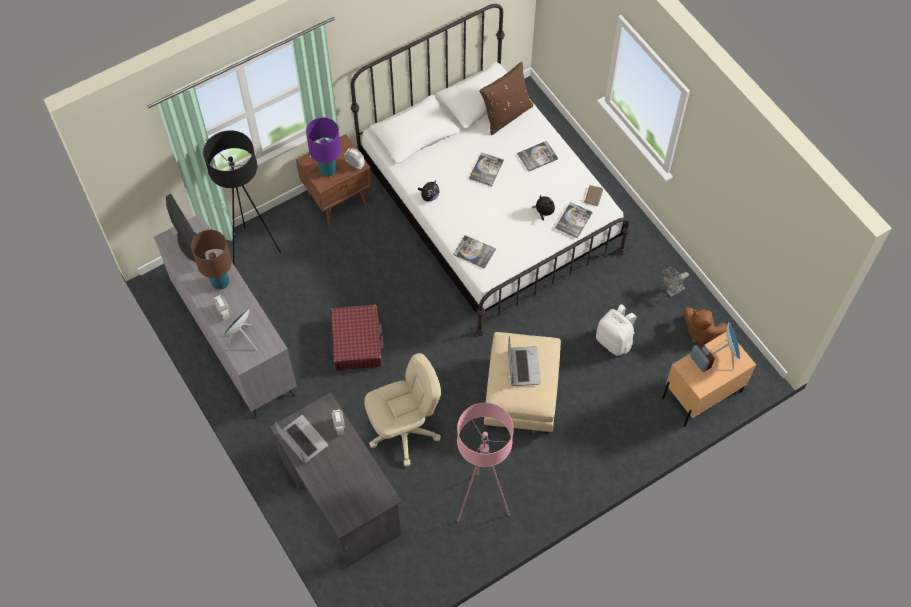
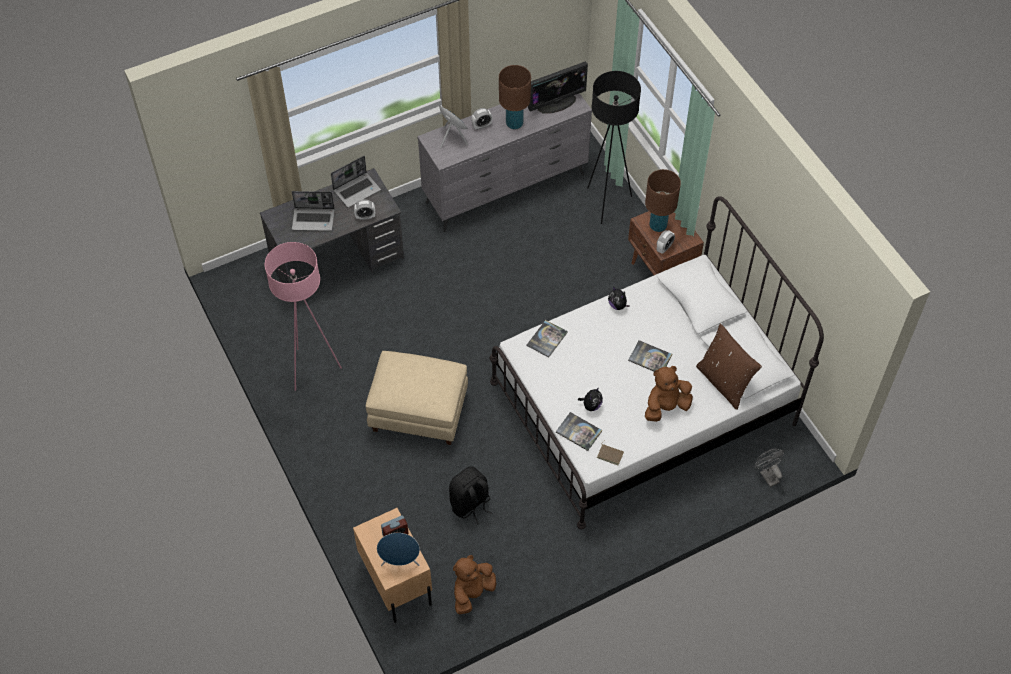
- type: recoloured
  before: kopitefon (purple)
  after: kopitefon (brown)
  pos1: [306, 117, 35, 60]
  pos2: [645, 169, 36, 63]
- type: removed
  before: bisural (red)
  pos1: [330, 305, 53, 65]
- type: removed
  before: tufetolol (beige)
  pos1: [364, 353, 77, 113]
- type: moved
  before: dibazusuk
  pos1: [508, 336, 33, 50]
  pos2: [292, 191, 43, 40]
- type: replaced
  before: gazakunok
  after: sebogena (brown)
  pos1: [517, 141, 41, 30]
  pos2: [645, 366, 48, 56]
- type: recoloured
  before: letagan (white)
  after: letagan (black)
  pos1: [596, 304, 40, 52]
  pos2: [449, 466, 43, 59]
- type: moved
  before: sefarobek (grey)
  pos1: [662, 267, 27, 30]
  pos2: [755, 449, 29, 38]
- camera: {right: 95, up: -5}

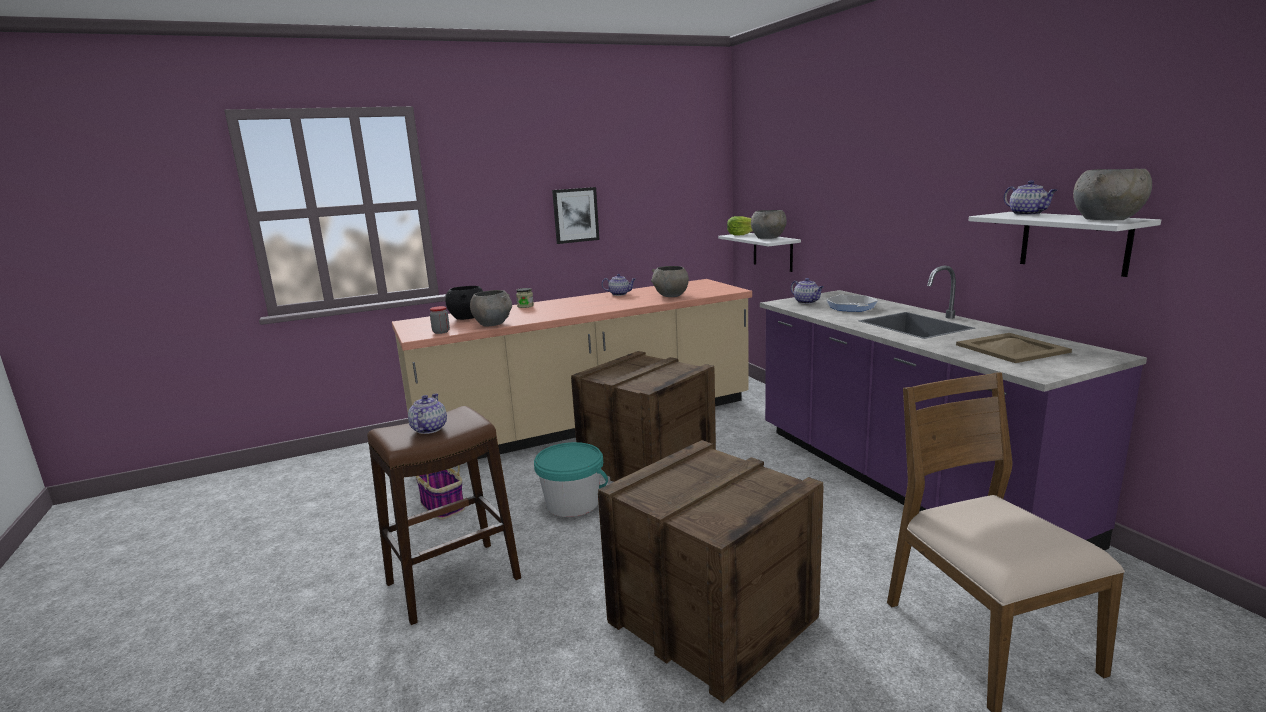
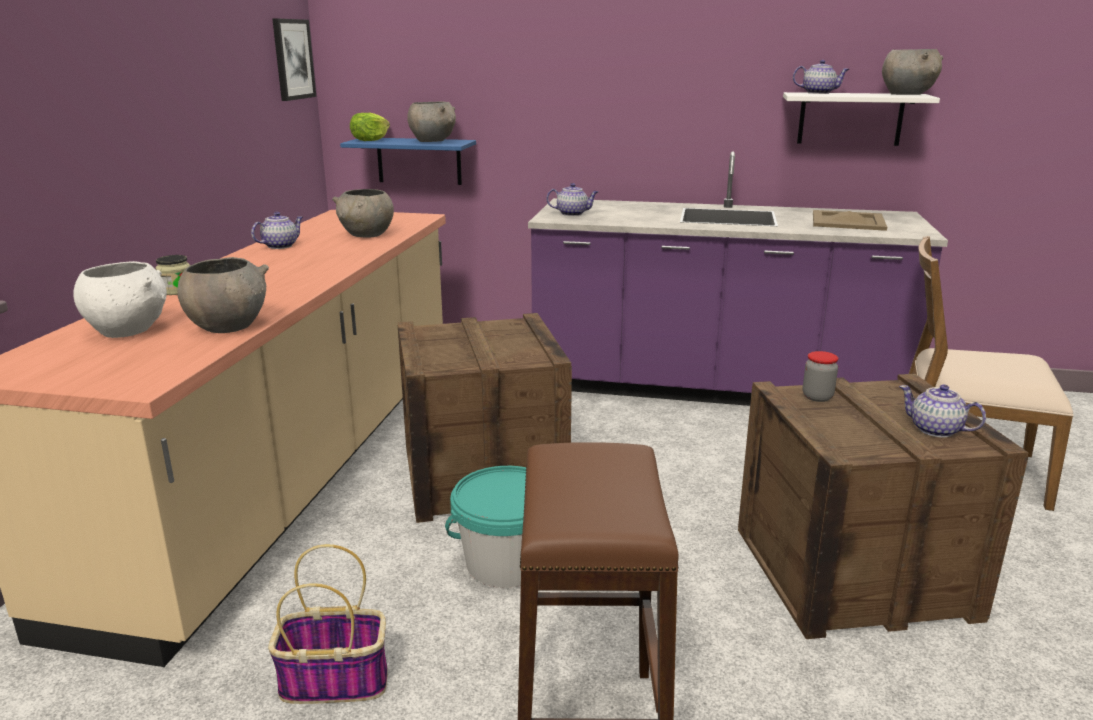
- type: moved
  before: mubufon
  pos1: [408, 393, 39, 41]
  pos2: [899, 384, 87, 54]
- type: moved
  before: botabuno
  pos1: [430, 306, 20, 28]
  pos2: [803, 351, 35, 51]
- type: recoloured
  before: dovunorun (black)
  after: dovunorun (white)
  pos1: [445, 286, 38, 34]
  pos2: [73, 261, 94, 77]
- type: moved
  before: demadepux
  pos1: [552, 187, 48, 57]
  pos2: [272, 18, 44, 83]
- type: recoloured
  before: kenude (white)
  after: kenude (blue)
  pos1: [718, 233, 83, 39]
  pos2: [340, 138, 136, 47]
- type: removed
  before: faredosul
  pos1: [826, 295, 52, 17]
- camera: {right: -55, up: 5}

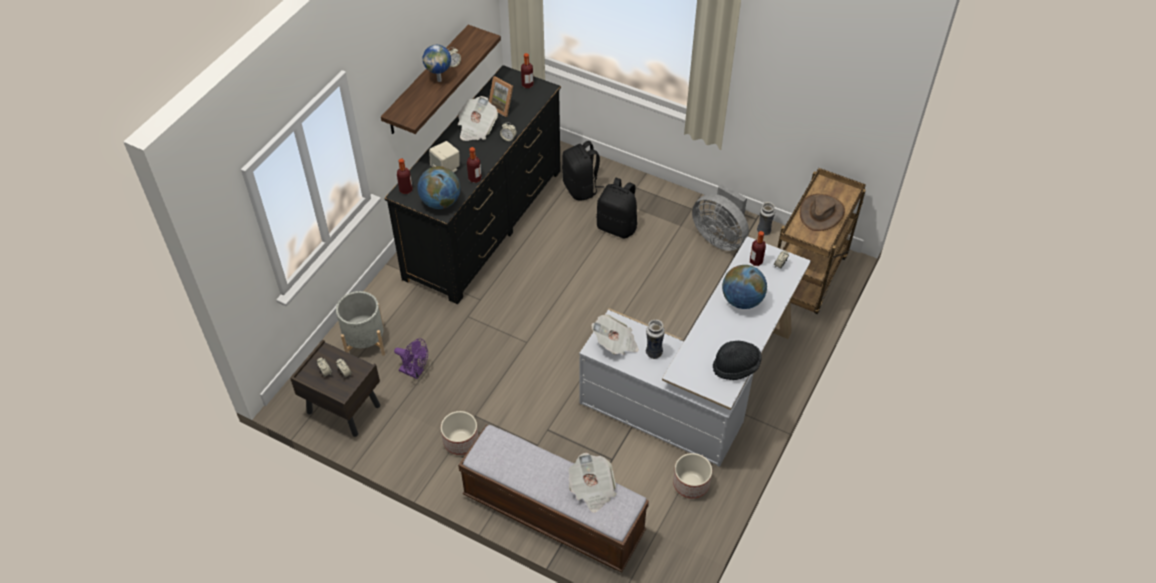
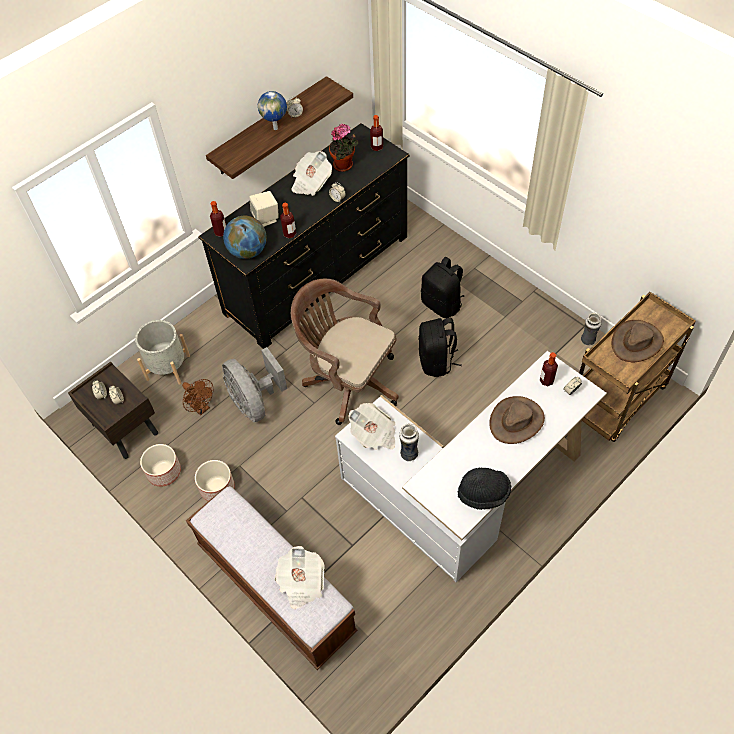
- type: recoloured
  before: sefarobek (purple)
  after: sefarobek (brown)
  pos1: [394, 338, 34, 41]
  pos2: [182, 379, 32, 37]
- type: replaced
  before: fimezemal
  after: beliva
  pos1: [489, 76, 24, 41]
  pos2: [329, 124, 29, 48]
- type: moved
  before: letagan (black)
  pos1: [562, 141, 43, 60]
  pos2: [418, 318, 44, 59]
- type: moved
  before: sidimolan
  pos1: [673, 453, 39, 46]
  pos2: [140, 444, 41, 42]
- type: moved
  before: sefarobek (grey)
  pos1: [692, 184, 57, 67]
  pos2: [222, 347, 65, 75]
- type: replaced
  before: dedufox
  after: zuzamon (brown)
  pos1: [722, 265, 45, 44]
  pos2: [489, 396, 56, 48]
- type: added
  after: tufetolol (brown)
  pos2: [291, 279, 108, 146]
- camera: {right: 20, up: 5}

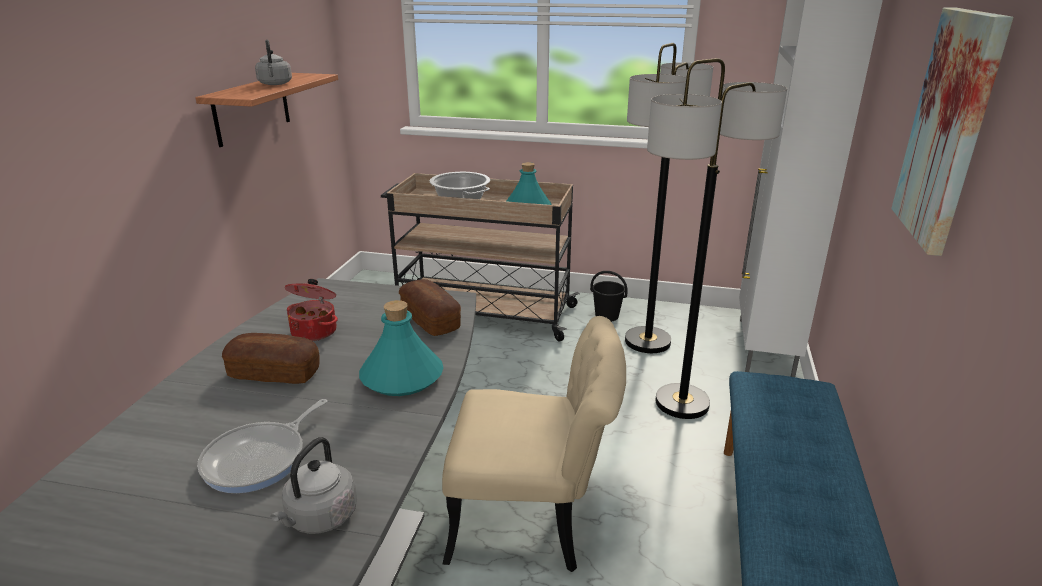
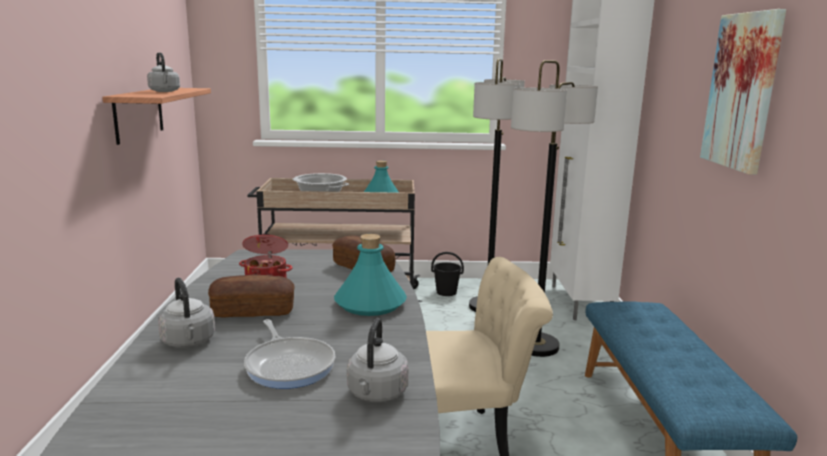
- type: turned
  before: faredosul
  pos1: [197, 399, 130, 94]
  pos2: [244, 319, 92, 70]
  turn: -45
- type: added
  after: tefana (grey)
  pos2: [158, 278, 57, 70]
- camera: {right: -15, up: -10}

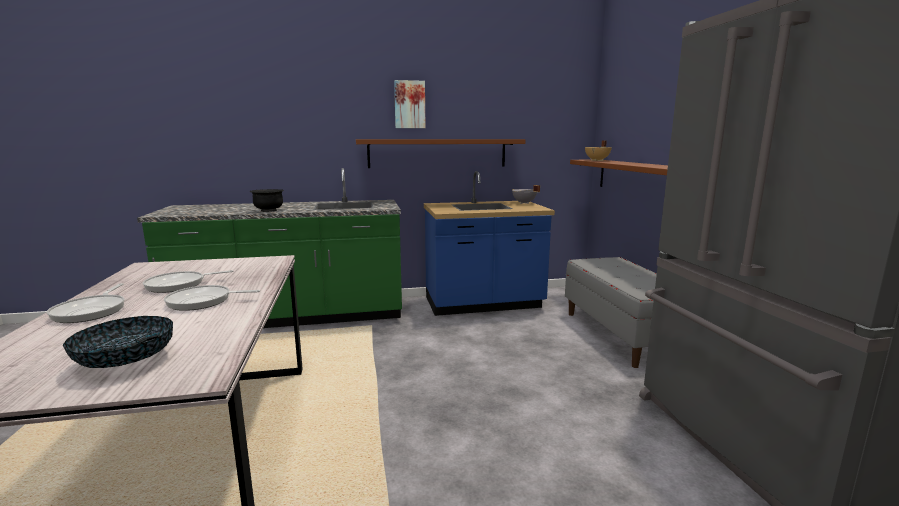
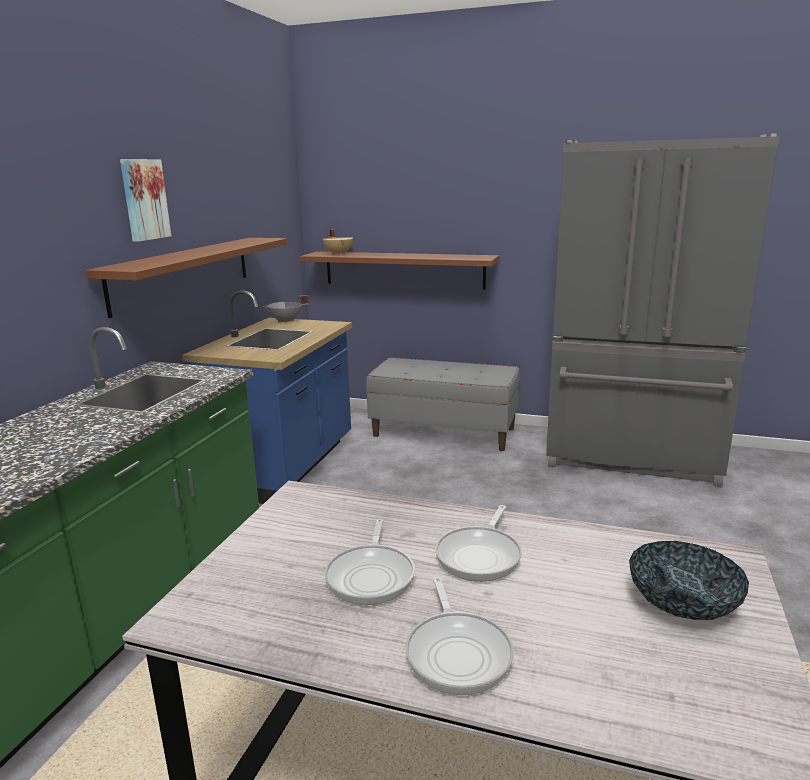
- type: turned
  before: faredosul
  pos1: [46, 283, 79, 40]
  pos2: [406, 577, 108, 118]
  turn: 60
- type: removed
  before: dovunorun (black)
  pos1: [250, 189, 34, 23]
- camera: {right: -60, up: 5}

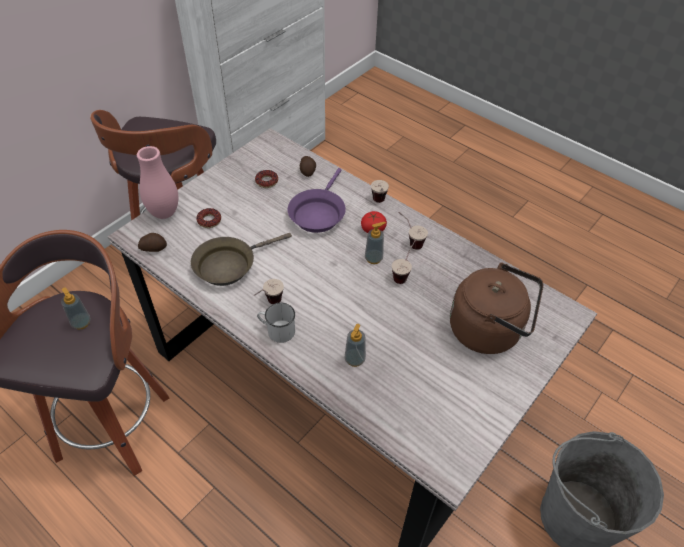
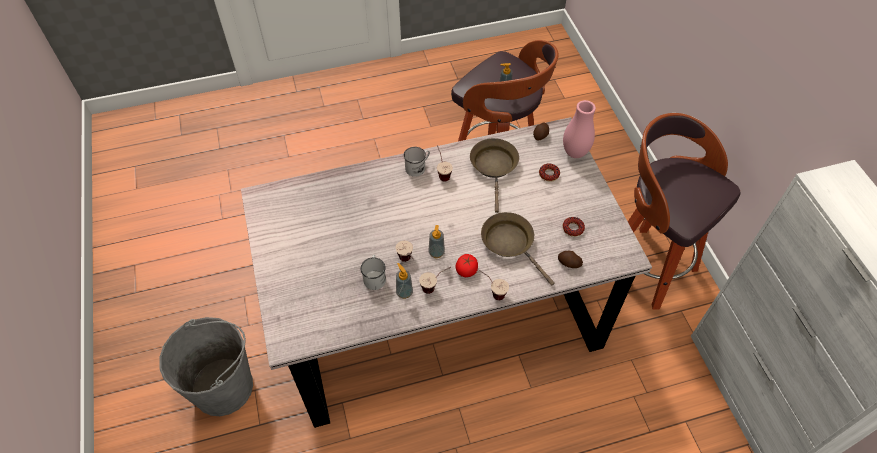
- type: recoloured
  before: faredosul (purple)
  after: faredosul (brown)
  pos1: [288, 168, 58, 65]
  pos2: [481, 212, 74, 74]
- type: moved
  before: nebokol
  pos1: [344, 324, 22, 43]
  pos2: [396, 263, 17, 36]
- type: removed
  before: tefana (brown)
  pos1: [450, 262, 93, 92]
- type: added
  after: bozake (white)
  pos2: [360, 255, 26, 35]
- camera: {right: 125, up: 5}

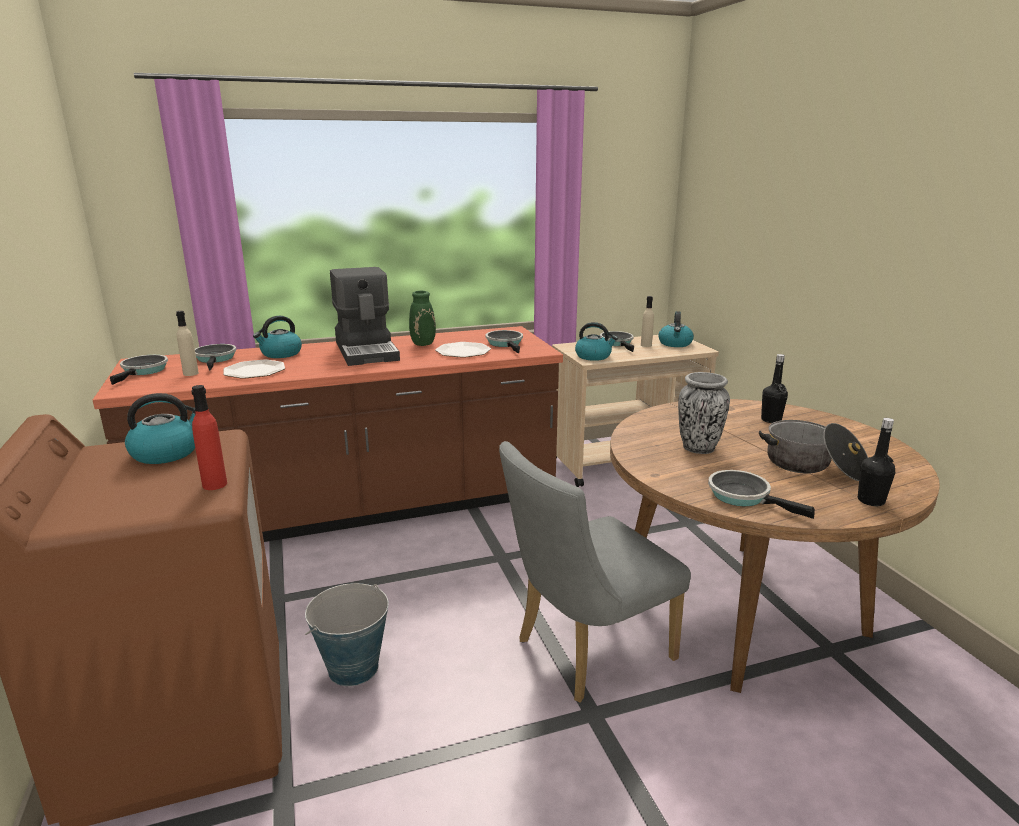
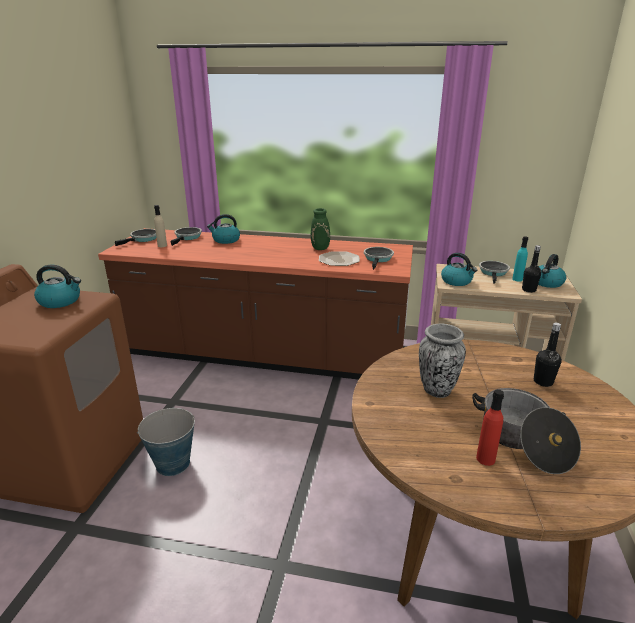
- type: moved
  before: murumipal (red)
  pos1: [191, 385, 36, 105]
  pos2: [476, 389, 28, 77]
- type: removed
  before: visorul
  pos1: [223, 359, 62, 20]
- type: removed
  before: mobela
  pos1: [330, 267, 70, 99]
- type: removed
  before: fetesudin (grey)
  pos1: [499, 441, 192, 262]
- type: recoloured
  before: murumipal (beige)
  after: murumipal (turquoise)
  pos1: [641, 296, 13, 51]
  pos2: [512, 237, 16, 45]
- type: removed
  before: faredosul
  pos1: [708, 470, 107, 49]
- type: moved
  before: murumipal (black)
  pos1: [858, 418, 37, 88]
  pos2: [522, 245, 19, 48]
- camera: {right: 30, up: 5}

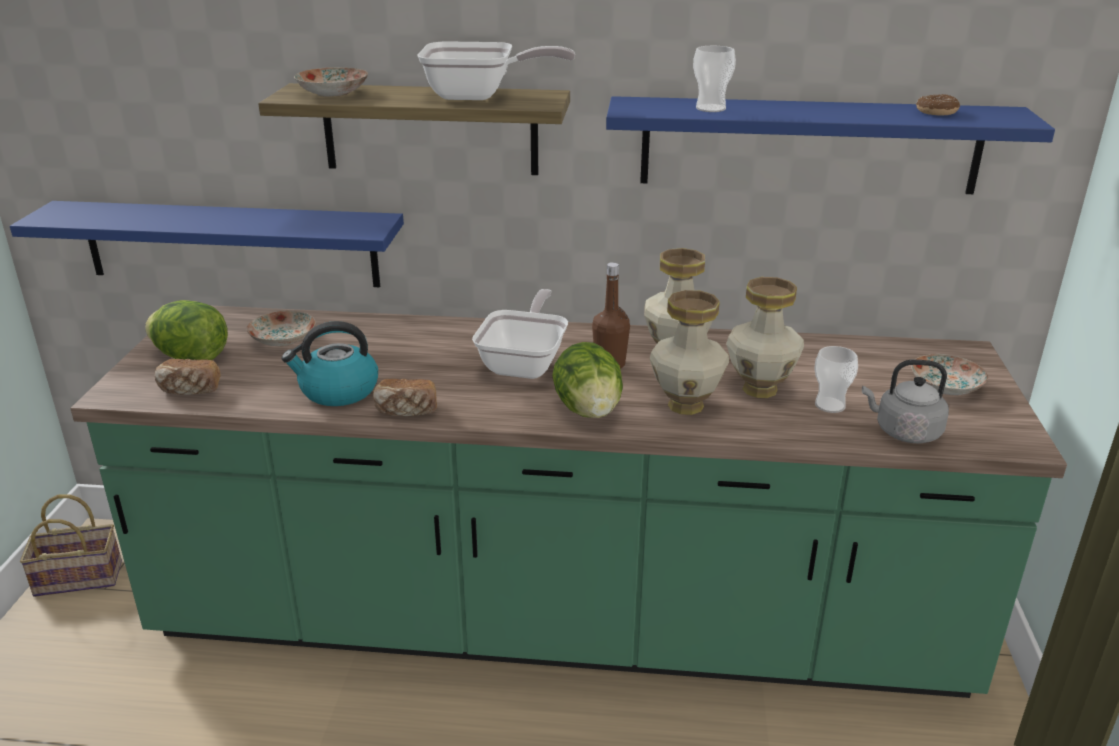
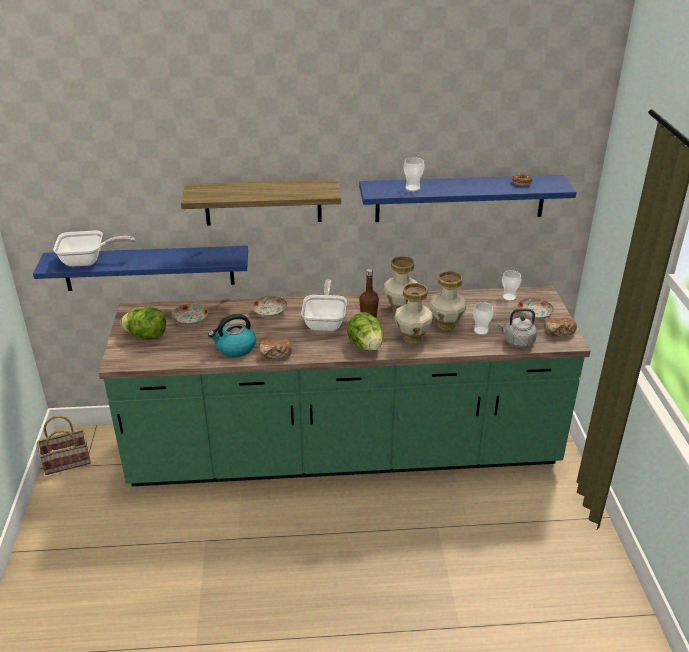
- type: moved
  before: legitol
  pos1: [154, 359, 67, 36]
  pos2: [544, 317, 33, 20]
- type: moved
  before: visorul
  pos1: [294, 67, 74, 30]
  pos2: [252, 296, 35, 21]
- type: moved
  before: faredosul
  pos1: [418, 42, 157, 58]
  pos2: [53, 231, 82, 36]
- type: added
  after: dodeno
  pos2: [502, 270, 19, 31]
- camera: {right: -10, up: 5}

